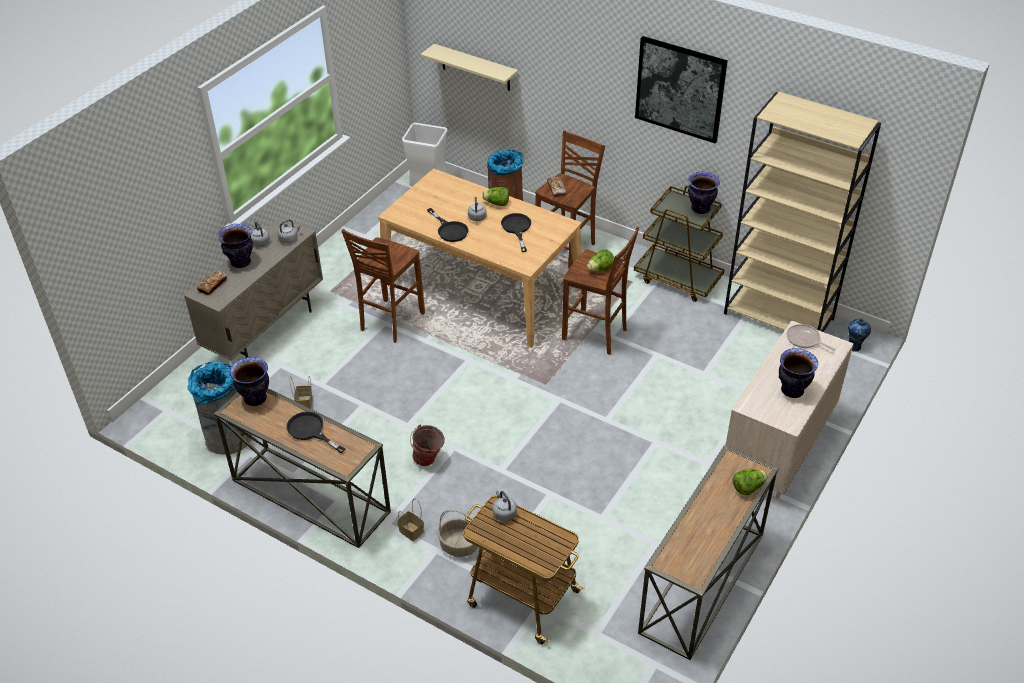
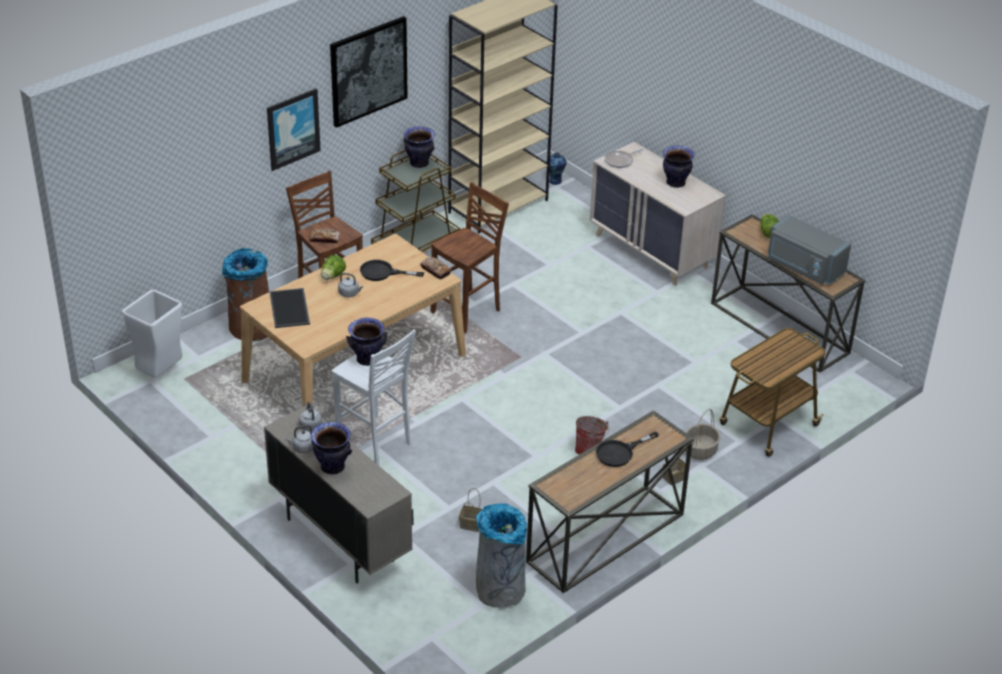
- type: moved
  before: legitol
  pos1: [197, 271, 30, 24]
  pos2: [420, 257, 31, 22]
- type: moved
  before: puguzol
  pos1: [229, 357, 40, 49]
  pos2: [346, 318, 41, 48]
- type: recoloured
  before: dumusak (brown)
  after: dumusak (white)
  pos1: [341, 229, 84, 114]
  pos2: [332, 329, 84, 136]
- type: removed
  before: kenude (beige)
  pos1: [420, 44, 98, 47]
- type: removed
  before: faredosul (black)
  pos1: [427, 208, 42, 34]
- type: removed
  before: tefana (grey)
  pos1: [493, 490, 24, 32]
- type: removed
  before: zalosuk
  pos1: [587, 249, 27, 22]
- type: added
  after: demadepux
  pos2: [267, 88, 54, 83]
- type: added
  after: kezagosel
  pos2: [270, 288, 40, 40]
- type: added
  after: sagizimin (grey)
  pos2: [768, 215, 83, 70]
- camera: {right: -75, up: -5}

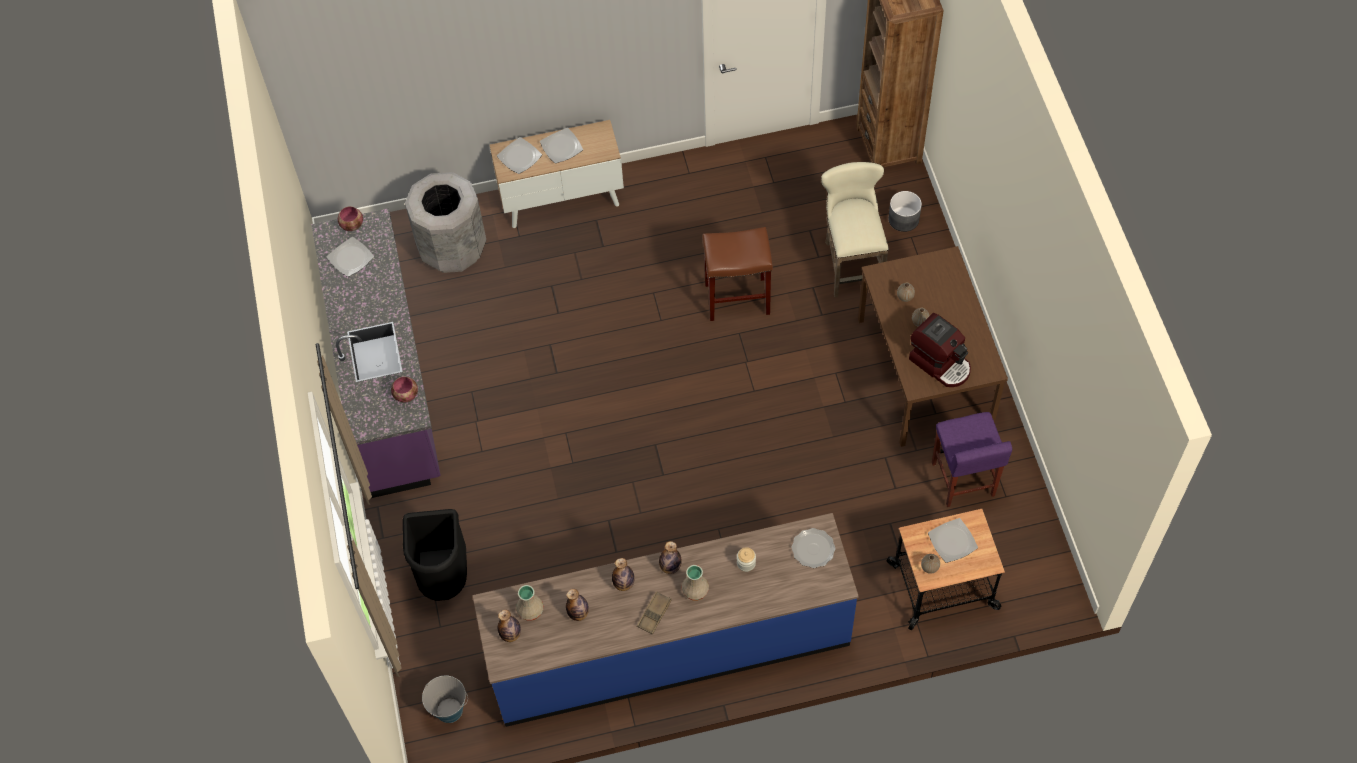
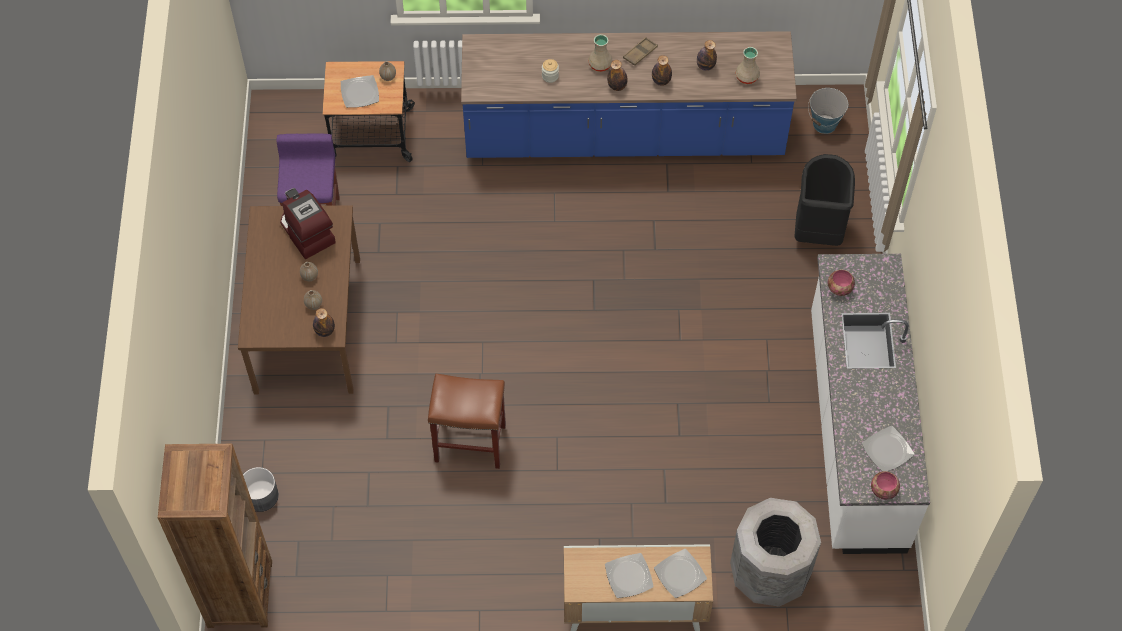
- type: recoloured
  before: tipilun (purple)
  after: tipilun (white)
  pos1: [311, 208, 130, 290]
  pos2: [811, 254, 119, 300]
- type: moved
  before: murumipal
  pos1: [498, 610, 23, 32]
  pos2: [313, 308, 22, 29]
- type: removed
  before: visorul
  pos1: [792, 528, 44, 40]
- type: removed
  before: dumusak (beige)
  pos1: [821, 162, 68, 136]
- camera: {right: -170, up: 0}

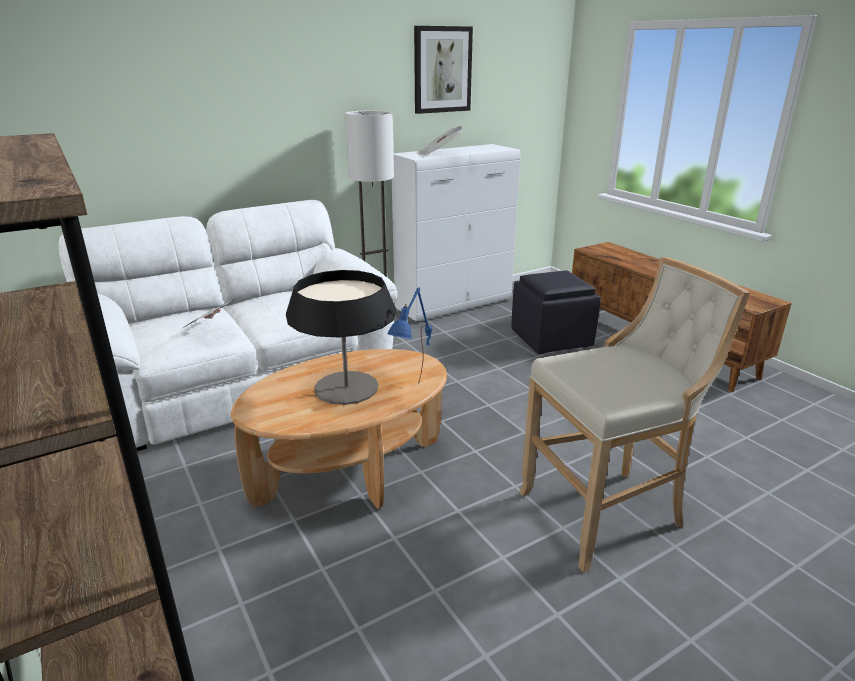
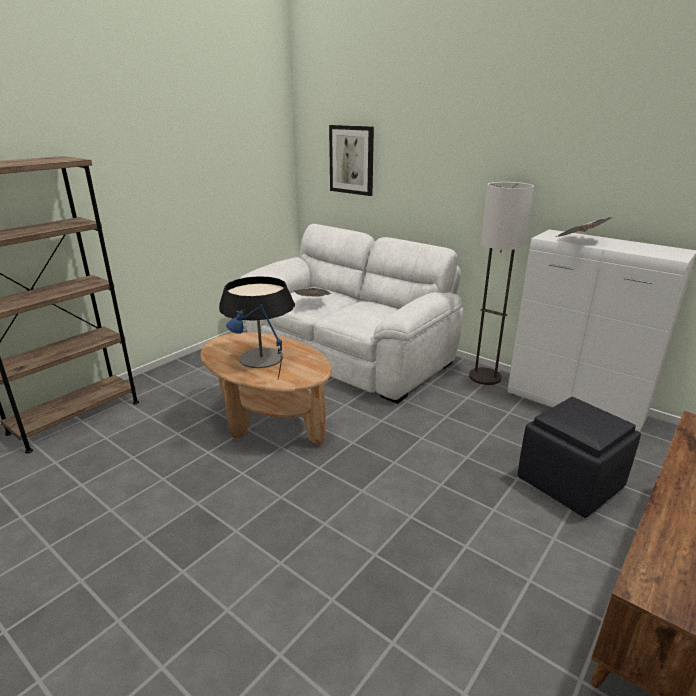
- type: moved
  before: demadepux
  pos1: [414, 26, 59, 88]
  pos2: [329, 125, 45, 71]
- type: removed
  before: dumusak (beige)
  pos1: [519, 257, 231, 315]
- camera: {right: 70, up: 0}

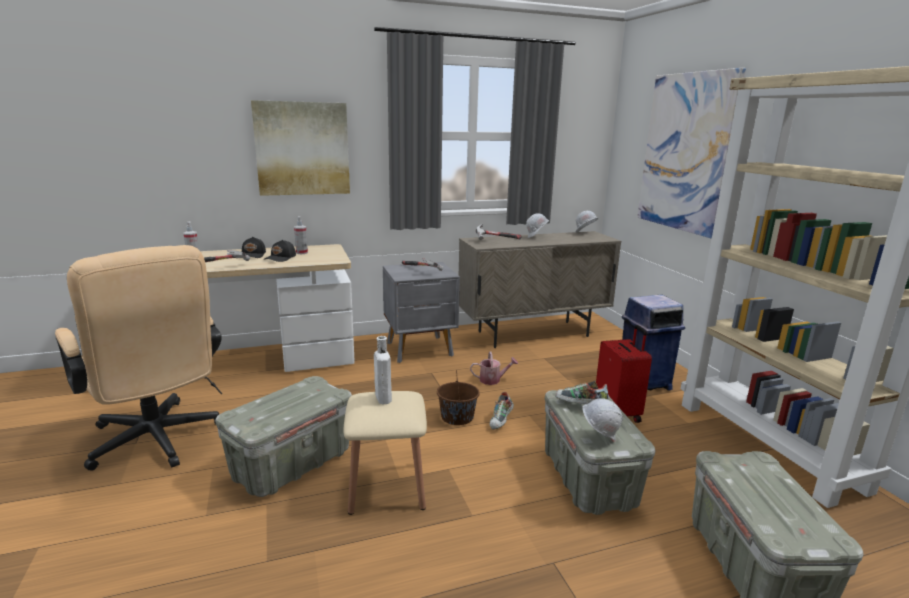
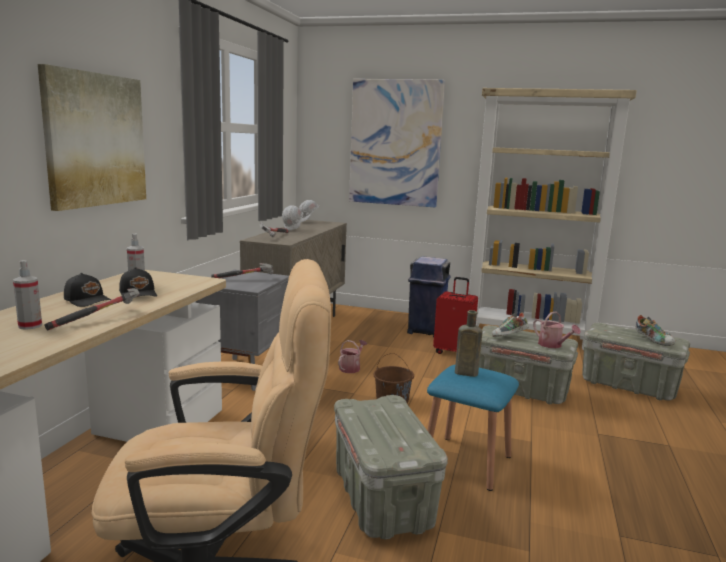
- type: recoloured
  before: dumusak (beige)
  after: dumusak (blue)
  pos1: [343, 391, 84, 124]
  pos2: [427, 365, 92, 126]
- type: recoloured
  before: murumipal (white)
  after: murumipal (brown)
  pos1: [374, 336, 18, 68]
  pos2: [455, 310, 27, 67]
- type: moved
  before: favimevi
  pos1: [490, 392, 24, 38]
  pos2: [636, 315, 39, 31]
- type: replaced
  before: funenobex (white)
  after: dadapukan
  pos1: [582, 398, 41, 43]
  pos2: [533, 311, 48, 37]
- camera: {right: -55, up: -5}

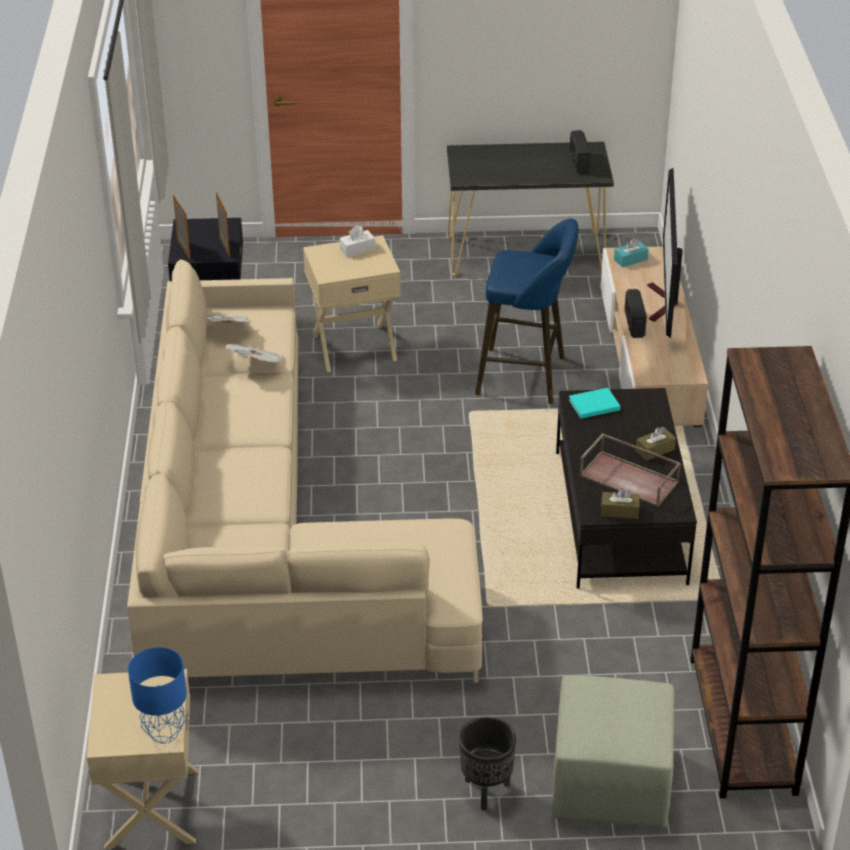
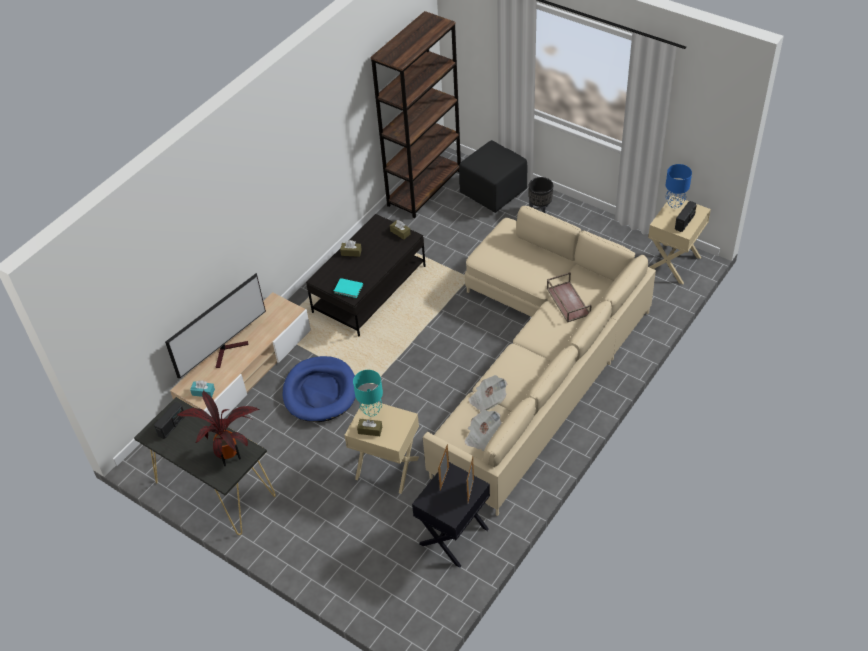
- type: recoloured
  before: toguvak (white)
  after: toguvak (brown)
  pos1: [340, 226, 35, 31]
  pos2: [357, 419, 25, 17]
- type: replaced
  before: dumusak (blue)
  after: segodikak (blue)
  pos1: [475, 219, 103, 185]
  pos2: [283, 356, 73, 66]
- type: recoloured
  before: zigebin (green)
  after: zigebin (black)
  pos1: [552, 675, 122, 153]
  pos2: [459, 140, 68, 73]
- type: moved
  before: kezagosel (brown)
  pos1: [579, 433, 102, 74]
  pos2: [547, 272, 45, 51]
- type: moved
  before: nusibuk
  pos1: [625, 289, 22, 49]
  pos2: [675, 201, 22, 31]
- type: added
  after: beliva
  pos2: [177, 390, 82, 76]
- type: added
  after: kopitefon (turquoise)
  pos2: [353, 370, 30, 47]
- camera: {right: -140, up: 10}

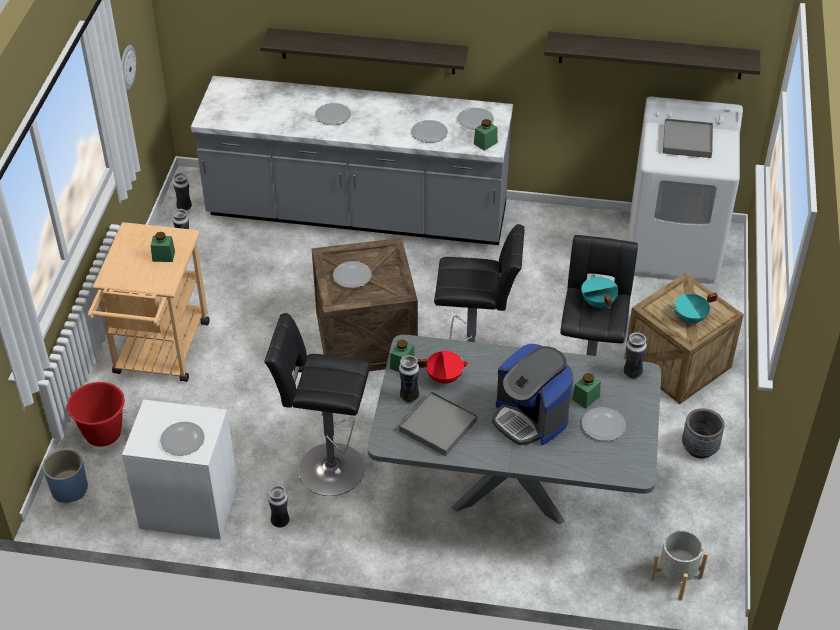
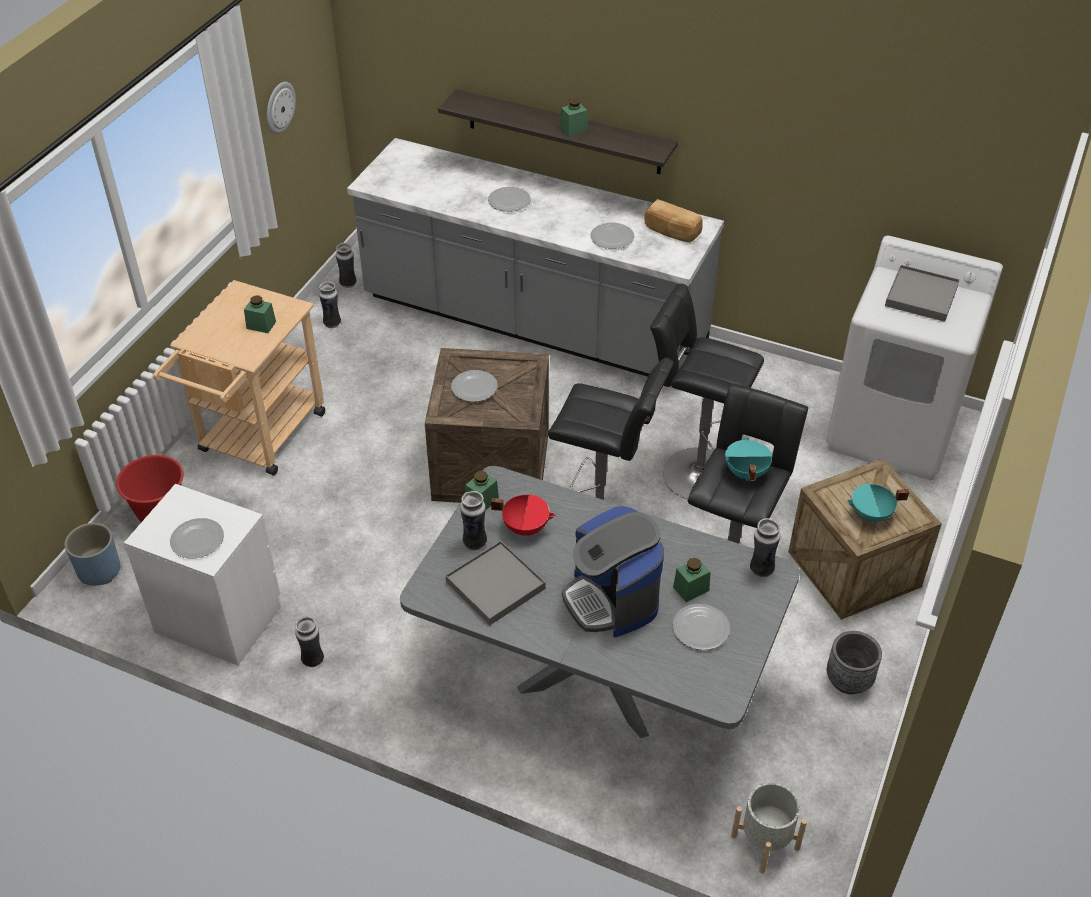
- type: moved
  before: dumusak (black)
  pos1: [264, 313, 106, 183]
  pos2: [650, 284, 114, 215]
- type: replaced
  before: visorul
  after: legitol
  pos1: [457, 108, 37, 22]
  pos2: [644, 199, 59, 43]
- type: moved
  before: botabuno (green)
  pos1: [474, 119, 24, 32]
  pos2: [560, 98, 28, 39]
- type: removed
  before: kenude
  pos1: [544, 31, 217, 48]
- camera: {right: 15, up: 0}

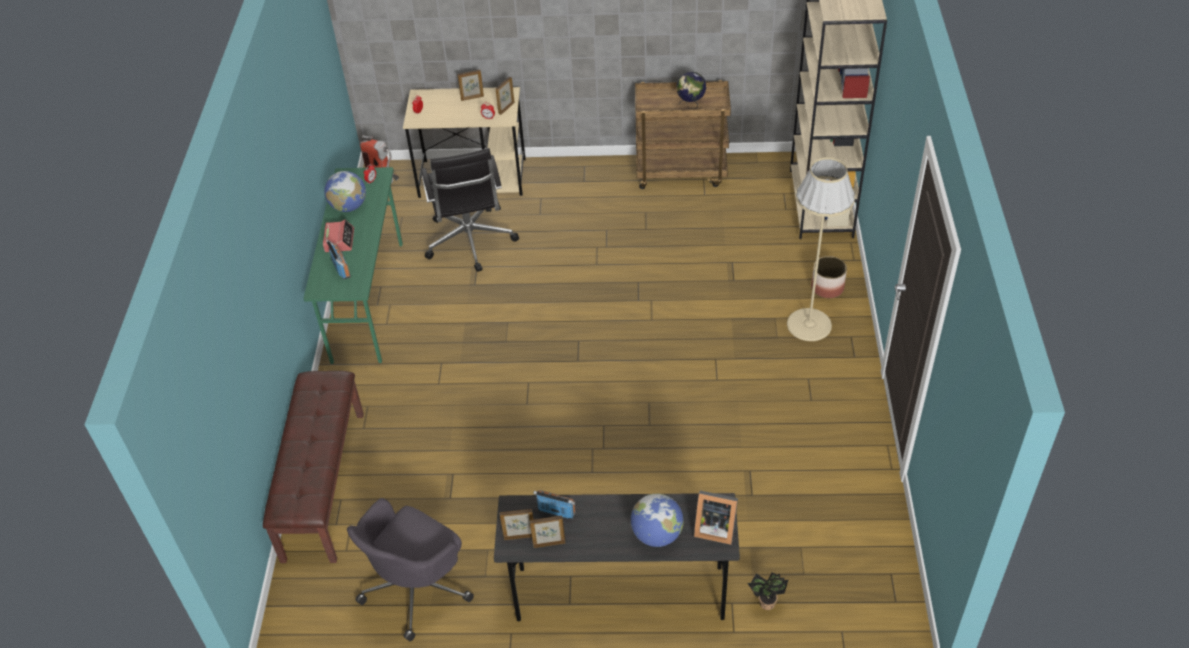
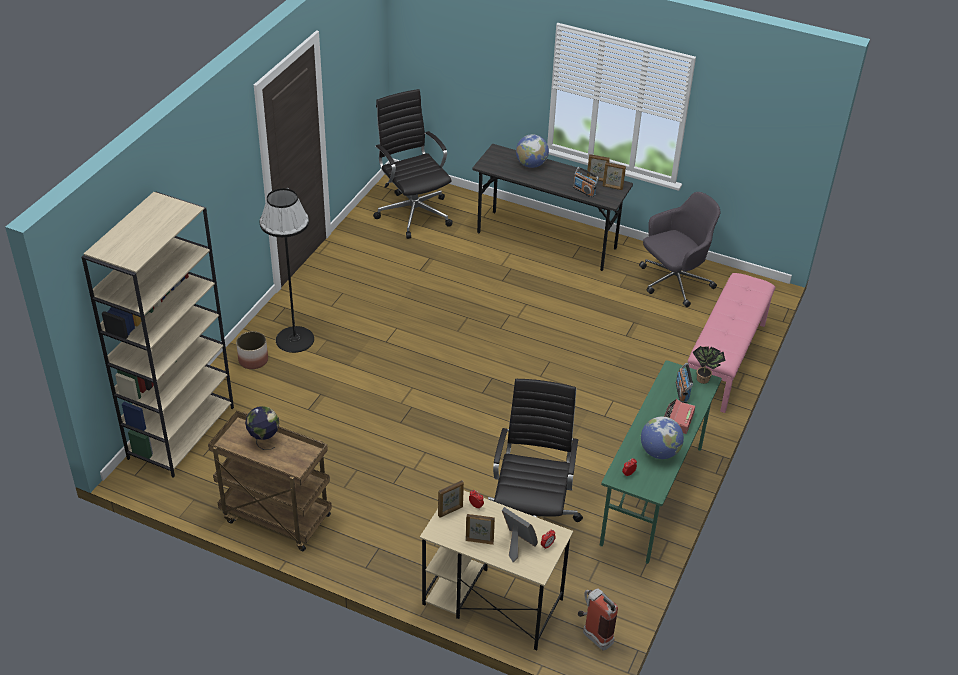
- type: recoloured
  before: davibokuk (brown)
  after: davibokuk (pink)
  pos1: [263, 371, 101, 192]
  pos2: [688, 273, 87, 140]
- type: moved
  before: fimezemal
  pos1: [694, 490, 44, 55]
  pos2: [502, 507, 36, 55]
- type: moved
  before: beliva
  pos1: [748, 572, 40, 38]
  pos2: [693, 346, 32, 38]
- type: recoloured
  before: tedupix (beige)
  after: tedupix (black)
  pos1: [787, 157, 68, 184]
  pos2: [260, 188, 54, 165]
- type: added
  after: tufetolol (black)
  pos2: [373, 89, 80, 150]
- camera: {right: -160, up: -5}

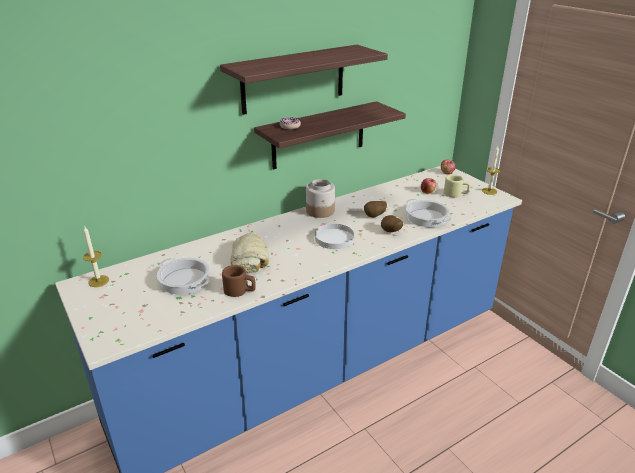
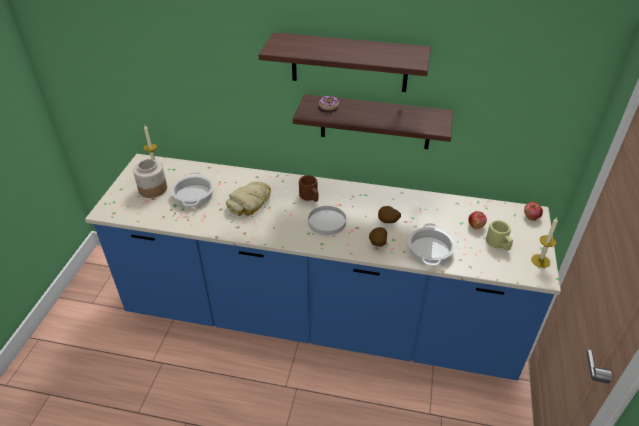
- type: moved
  before: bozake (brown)
  pos1: [222, 265, 34, 32]
  pos2: [299, 175, 19, 27]
- type: moved
  before: botabuno
  pos1: [306, 179, 29, 39]
  pos2: [133, 159, 34, 39]
- camera: {right: 45, up: 10}

